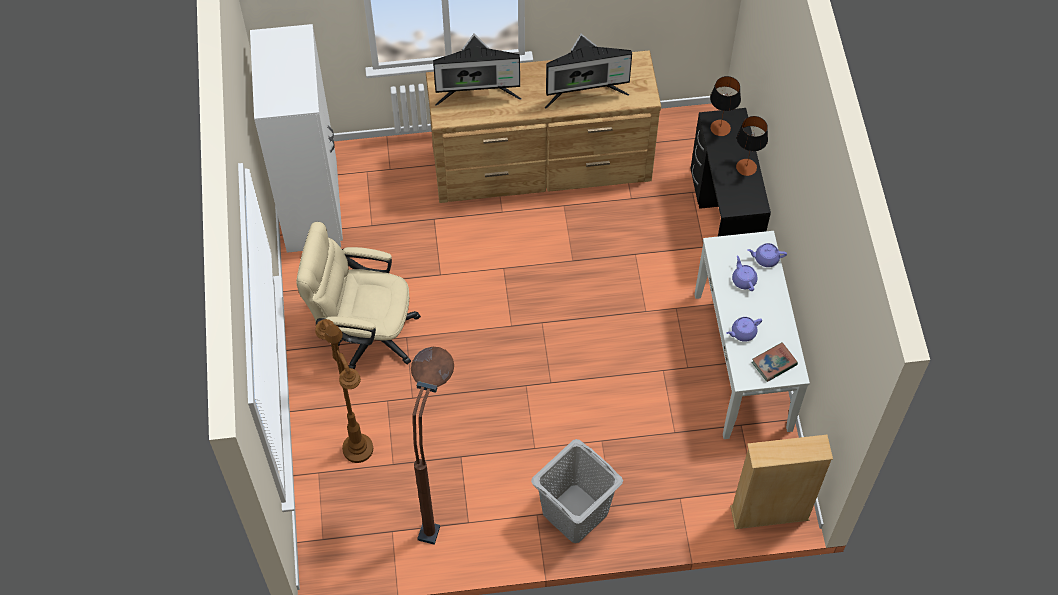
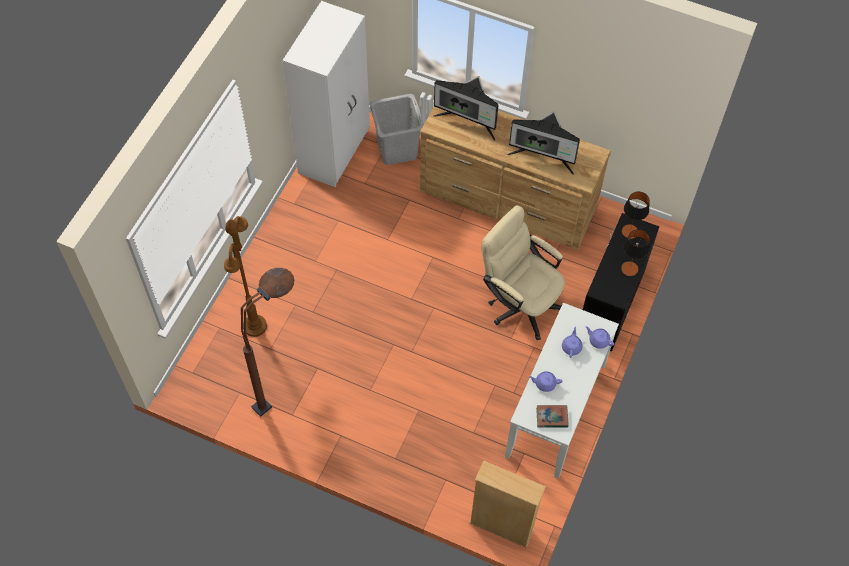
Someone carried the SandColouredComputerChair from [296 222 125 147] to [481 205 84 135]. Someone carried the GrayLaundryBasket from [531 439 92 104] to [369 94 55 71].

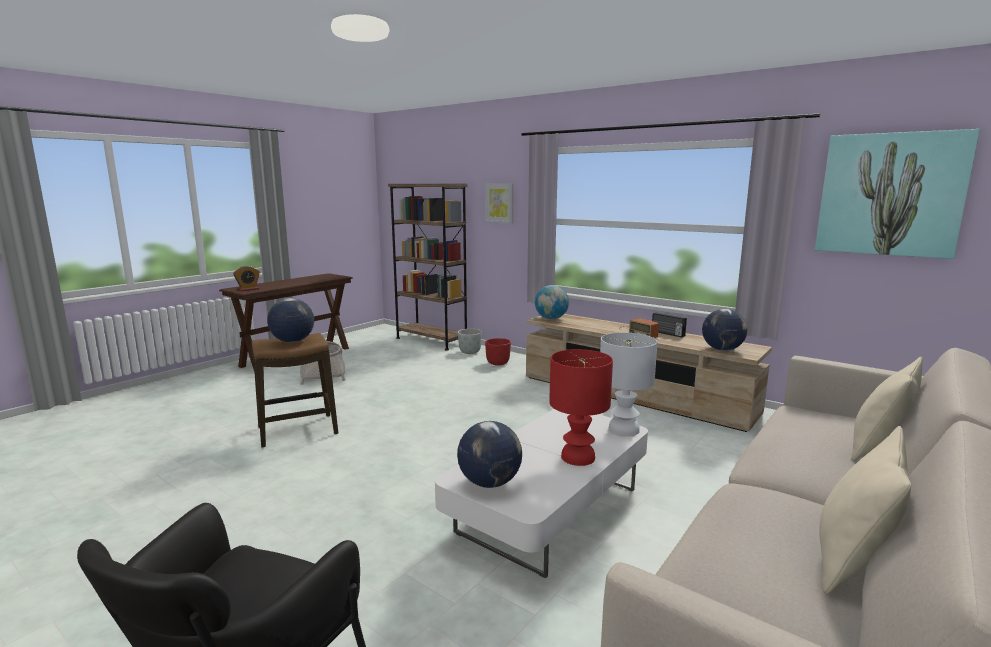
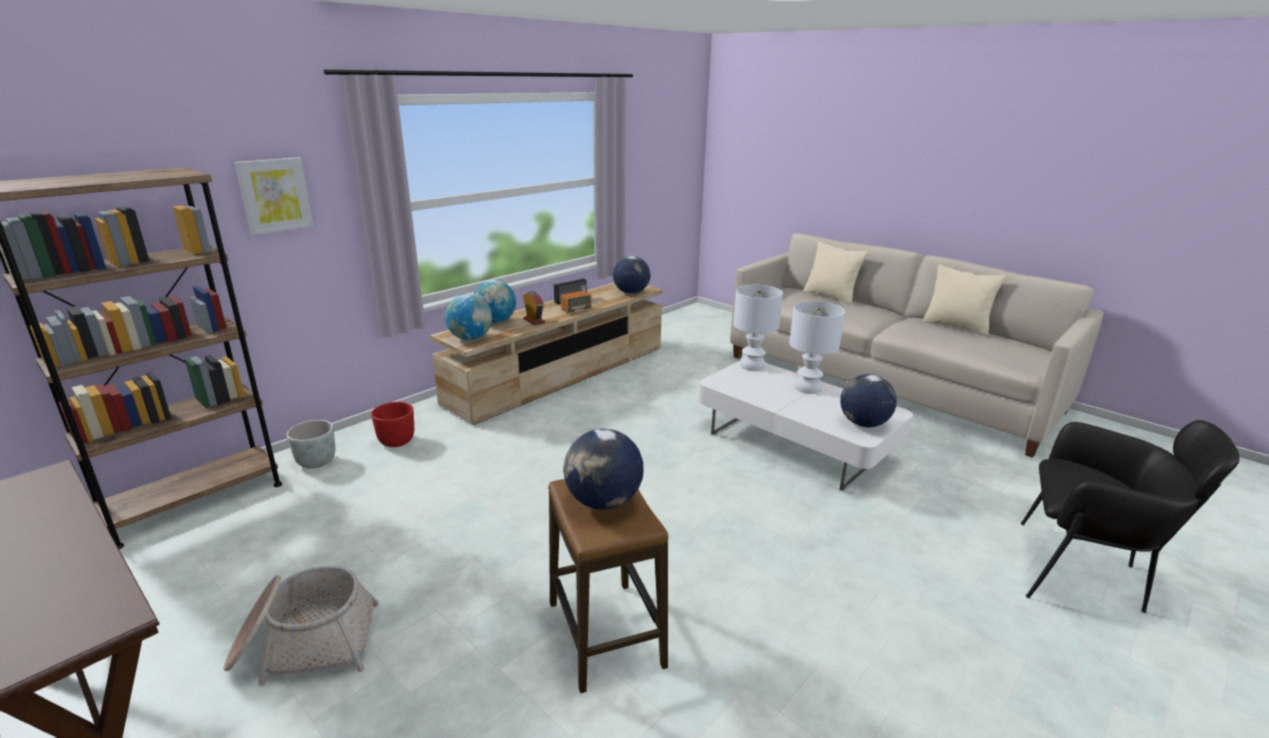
Someone took away the WallPicture at [815 129 165 130]. Someone carried the AlarmClock from [233 266 27 25] to [523 291 22 34]. Someone repainted the RedColouredLampForATable at [549 349 64 117], which became the WhiteColouredLampForATable at [789 301 56 93]. Someone put down the Globe at [473 280 43 43].

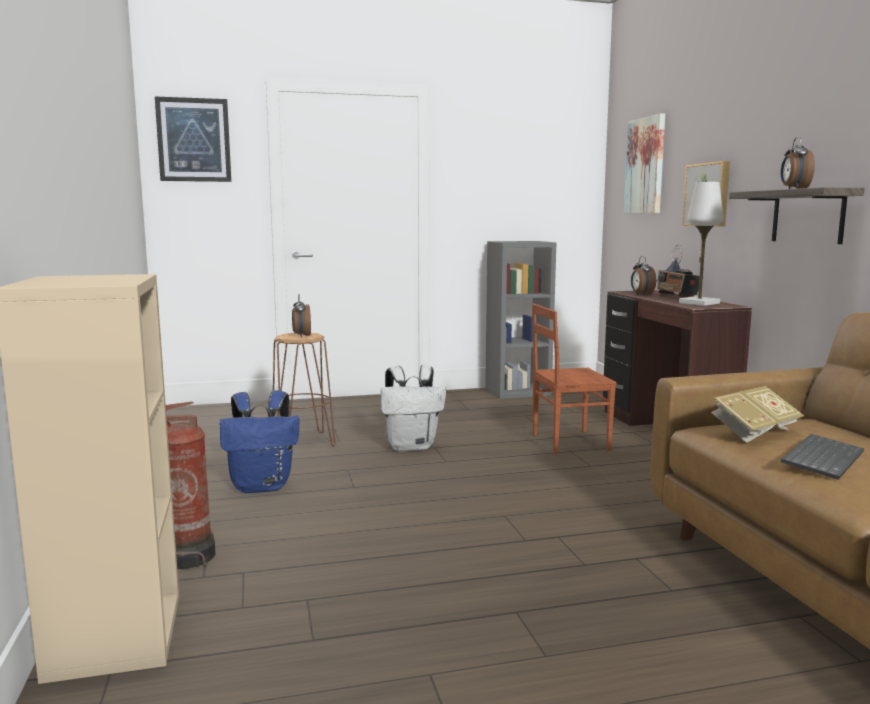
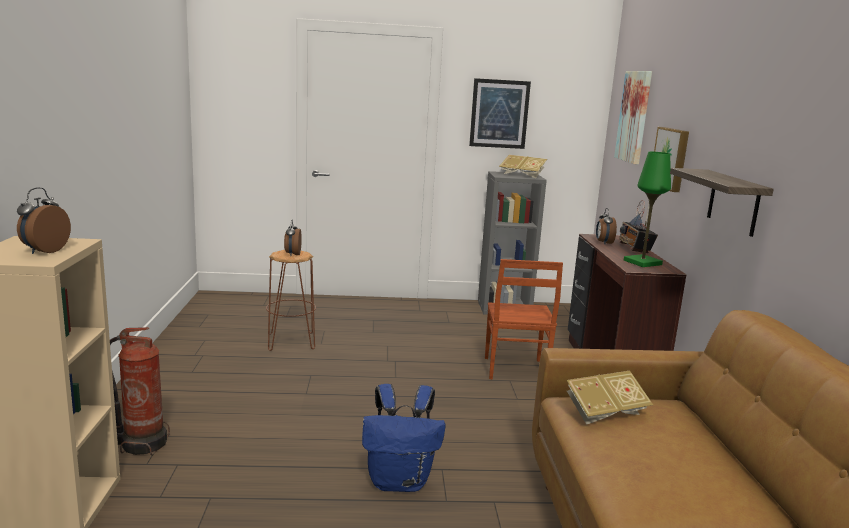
Someone carried the WallPicture from [155 97 76 85] to [469 78 62 71]. Someone carried the AlarmClock from [781 136 34 53] to [17 187 54 67]. Someone repainted the WhiteColouredLampForATable at [679 182 44 124], which became the GreenLampForATable at [624 152 47 115]. Someone rotated the BrownColouredUprightChair at [532 304 85 150] by 90 degrees counterclockwise. Someone took away the WhiteColouredRucksack at [381 365 65 86]. Someone carried the BlueColouredRucksack from [219 390 80 103] to [362 384 84 108]. Someone took away the PcKeyboard at [781 434 83 46]. Someone put down the BoundBook at [499 155 48 23].

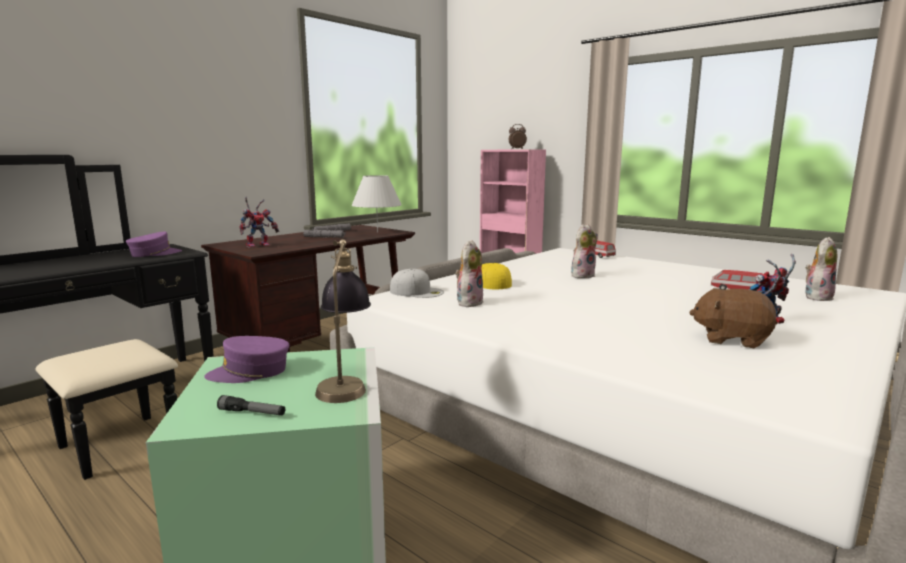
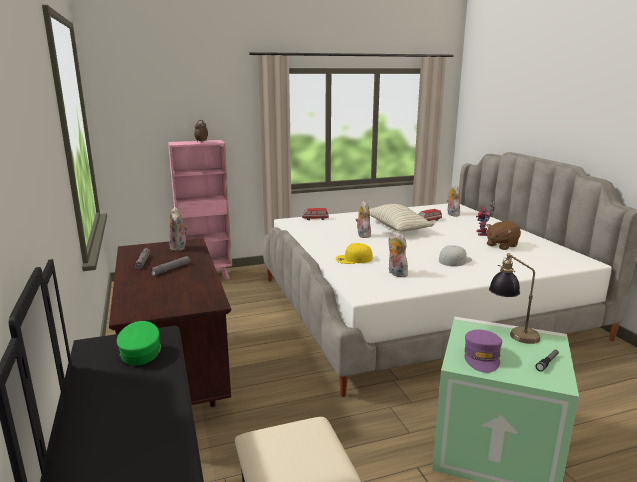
Someone swapped the WhiteColouredLampForATable at [351 175 51 57] for the SoftToy at [169 207 19 44]. Someone took away the ModelRobot at [239 197 40 51]. Someone repainted the PurplishCap at [126 232 56 25], which became the GreenCap at [117 321 44 44]. Someone carried the WhiteColouredCap from [390 269 54 29] to [439 245 33 22]. Someone put down the ThrowPillow at [369 204 65 27].

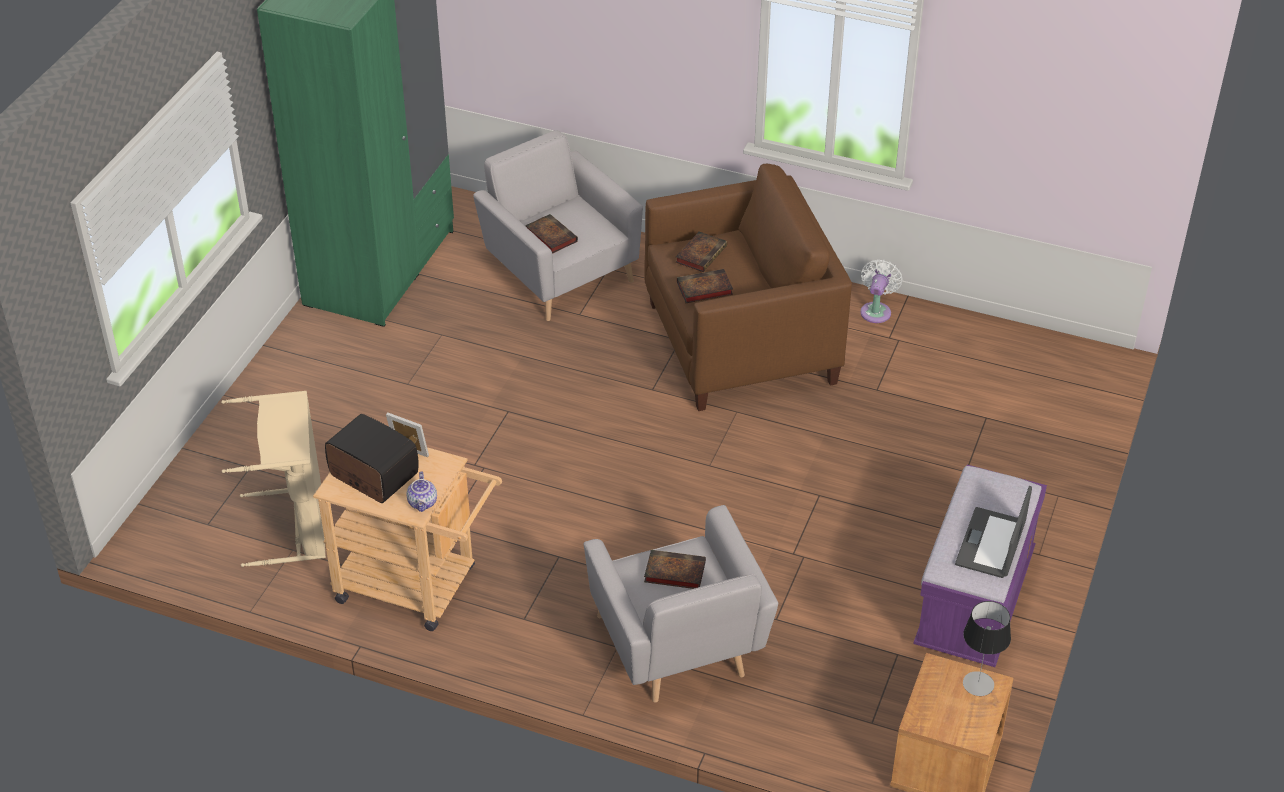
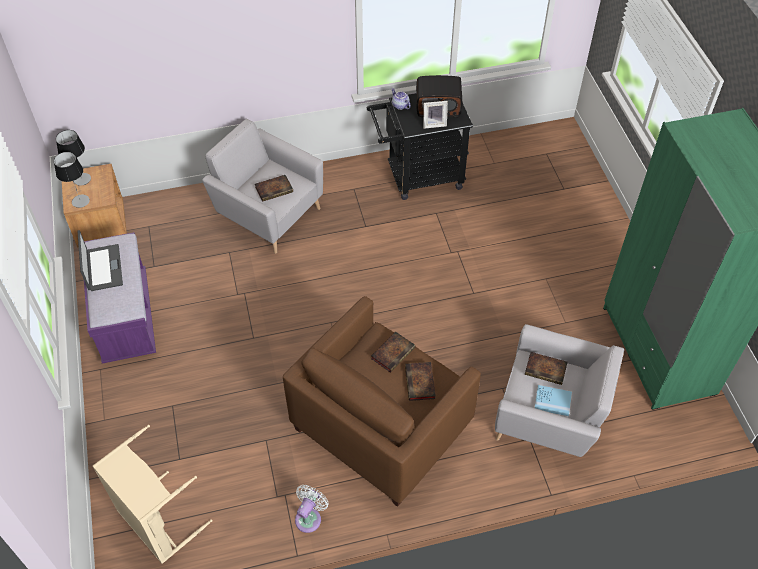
Someone rotated the WhiteColouredElectricFan at [860 259 43 64] by 135 degrees counterclockwise. Someone carried the SandColouredLaundryBasket from [221 391 105 176] to [93 425 120 139]. Someone repainted the SandColouredCart at [313 447 189 184], which became the BlackCart at [367 93 106 107]. Someone put down the LampForATable at [56 130 35 56]. Someone put down the BlueColouredBoundBook at [534 385 38 31].

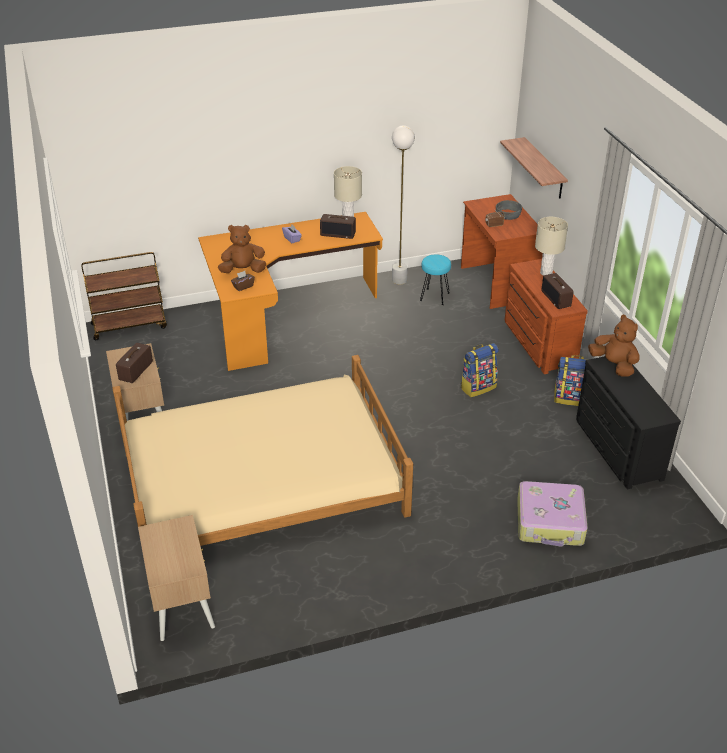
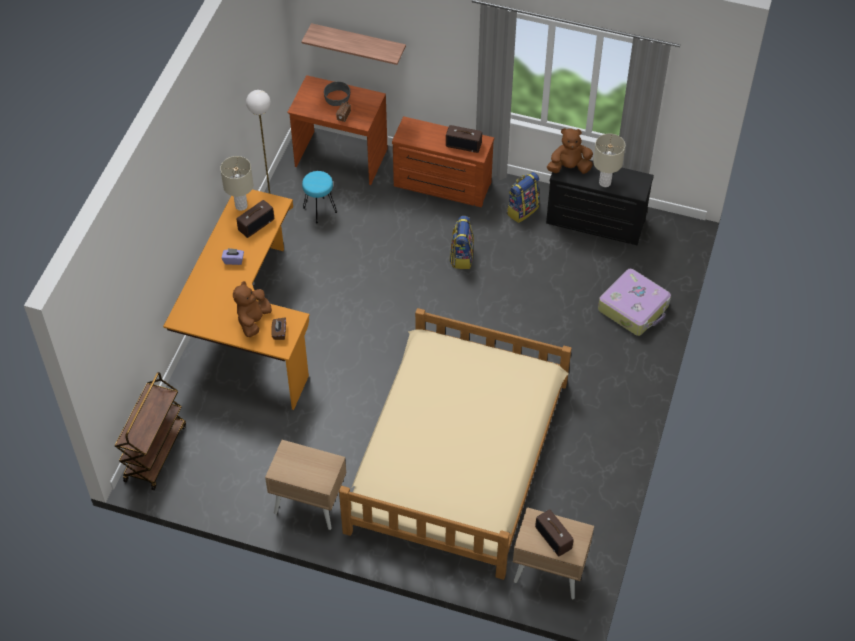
Someone carried the SandColouredLampForATable from [535 217 33 59] to [593 134 32 53]. Someone carried the Radio from [116 343 37 40] to [535 509 39 47].

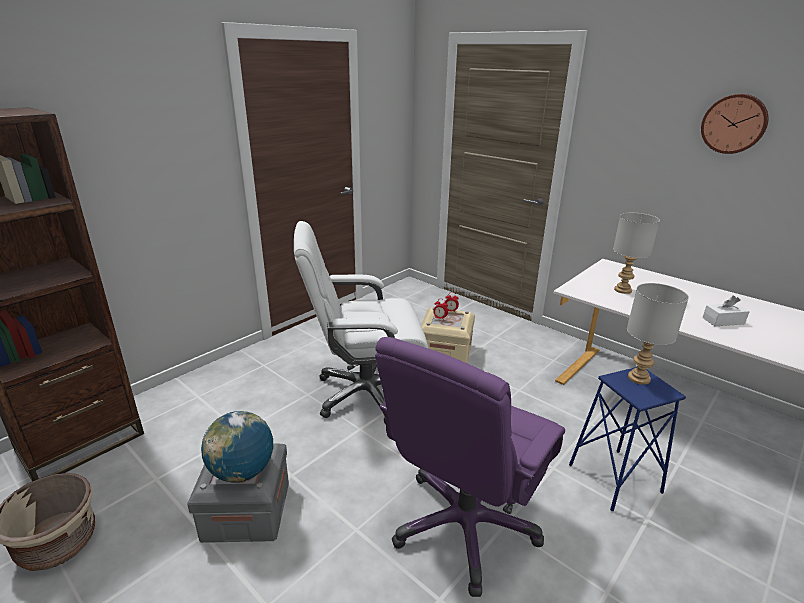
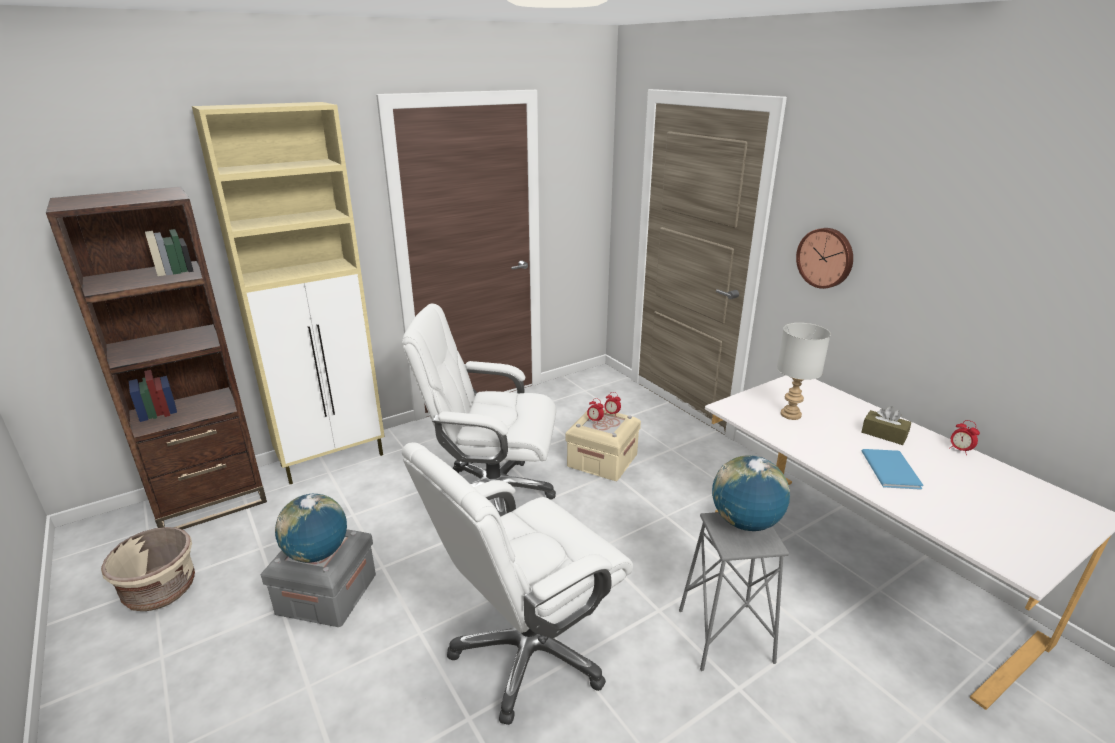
Someone carried the HangingClock from [701 94 68 60] to [796 228 57 61]. Someone swapped the GrayLampForATable at [627 283 62 102] for the Globe at [712 455 78 76]. Someone swapped the WhiteColouredTissueBox at [702 295 48 31] for the BlueColouredBoundBook at [862 449 61 41]. Someone repainted the PurplishComputerChair at [375 337 190 260], which became the WhiteColouredComputerChair at [402 442 231 283]. Someone repainted the BlueColouredStool at [569 367 117 144], which became the GrayStool at [679 512 110 159]. Someone put down the SandColouredStorageCabinet at [192 102 193 382]. Someone put down the BrownColouredTissueBox at [862 406 49 39]. Someone put down the AlarmClock at [949 420 31 33].

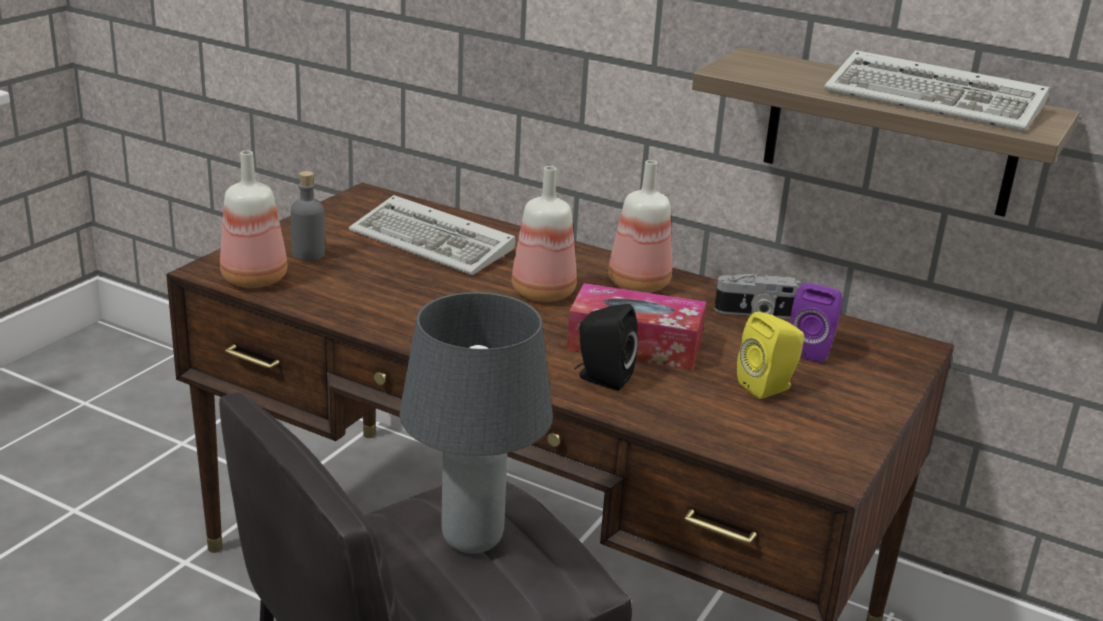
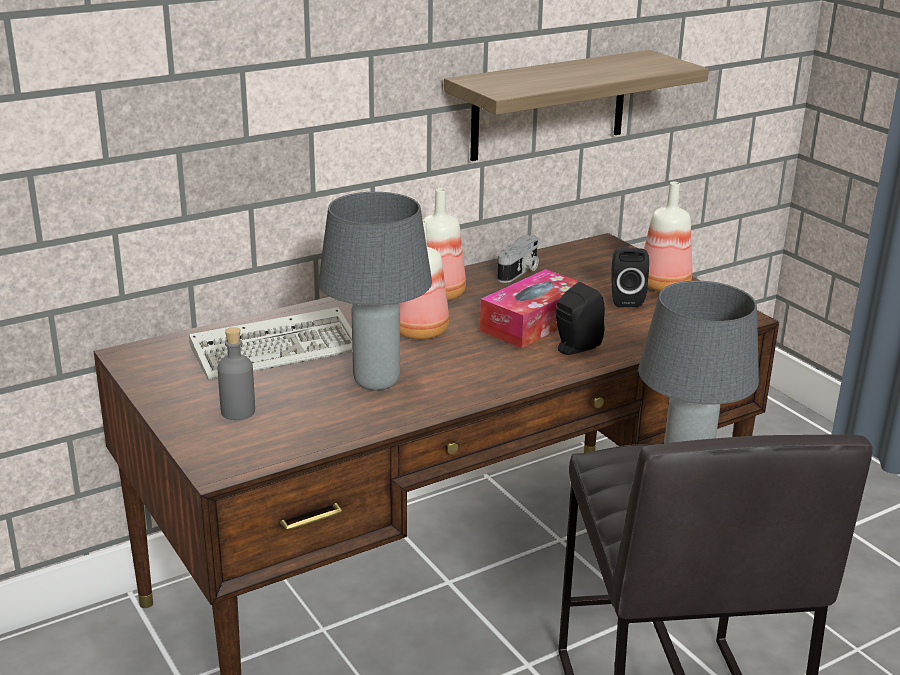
Someone took away the PcKeyboard at [824 50 225 82]. Someone carried the DrinkBottle from [220 151 67 137] to [644 182 48 109]. Someone took away the PurplishAudioSpeaker at [790 283 52 80]. Someone repainted the YellowColouredAudioSpeaker at [737 312 67 87], which became the BlackAudioSpeaker at [611 248 38 59]. Someone put down the GrayLampForATable at [318 192 114 198].

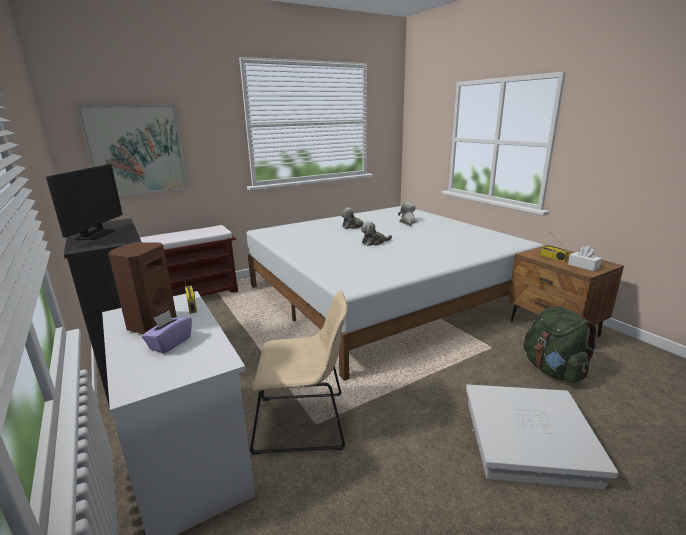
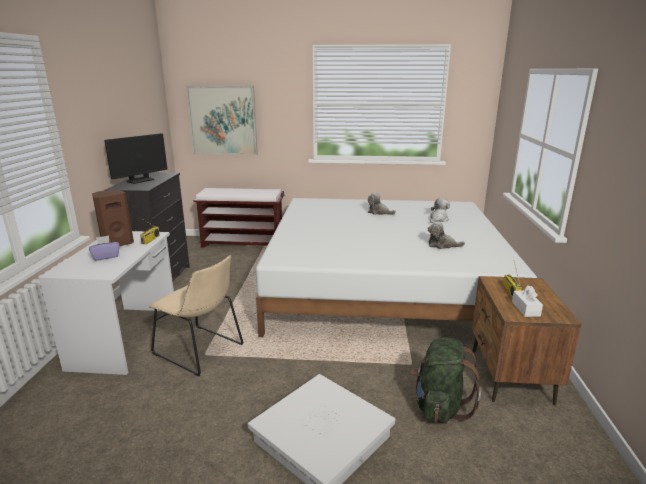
Someone carried the SoftToy from [361 221 31 25] to [428 221 37 28].

